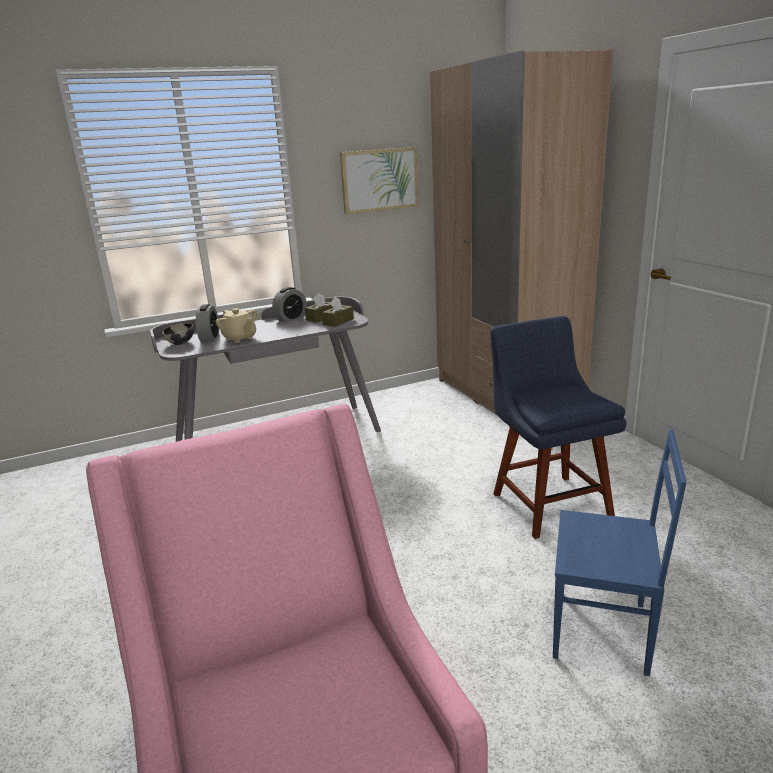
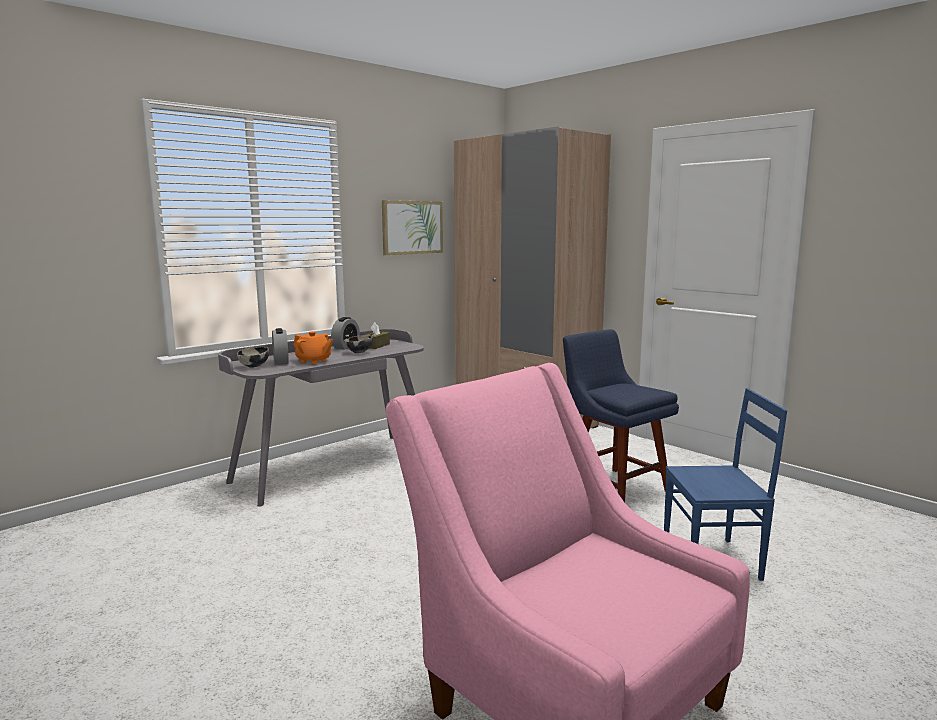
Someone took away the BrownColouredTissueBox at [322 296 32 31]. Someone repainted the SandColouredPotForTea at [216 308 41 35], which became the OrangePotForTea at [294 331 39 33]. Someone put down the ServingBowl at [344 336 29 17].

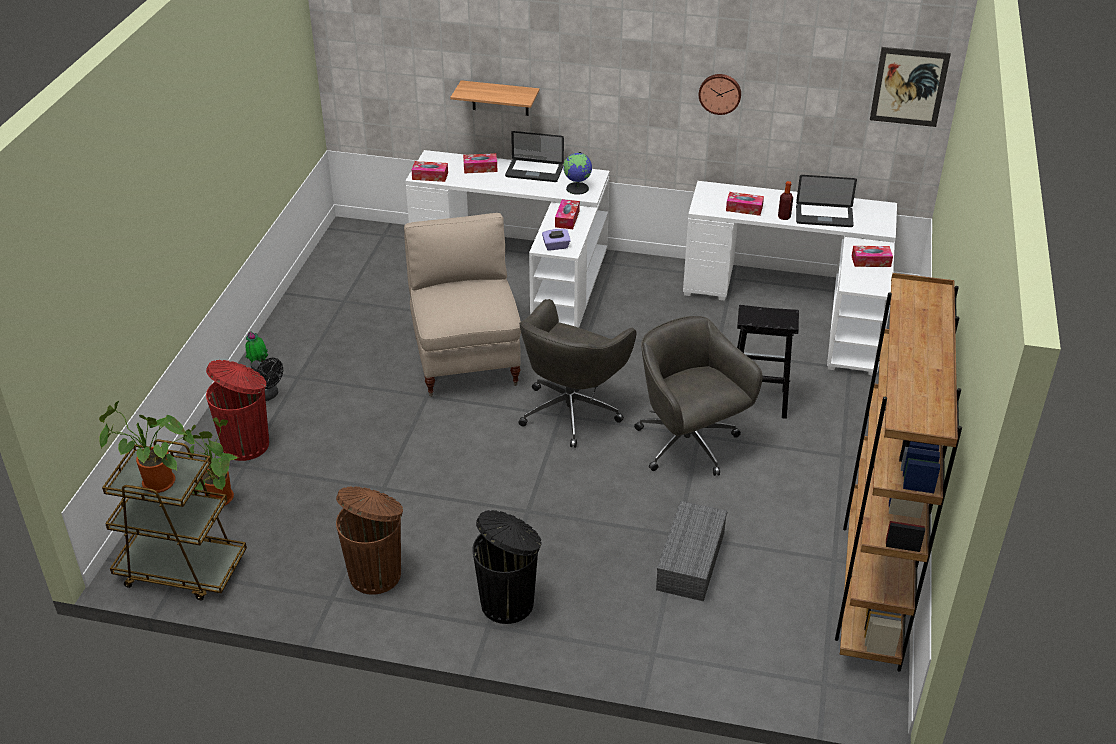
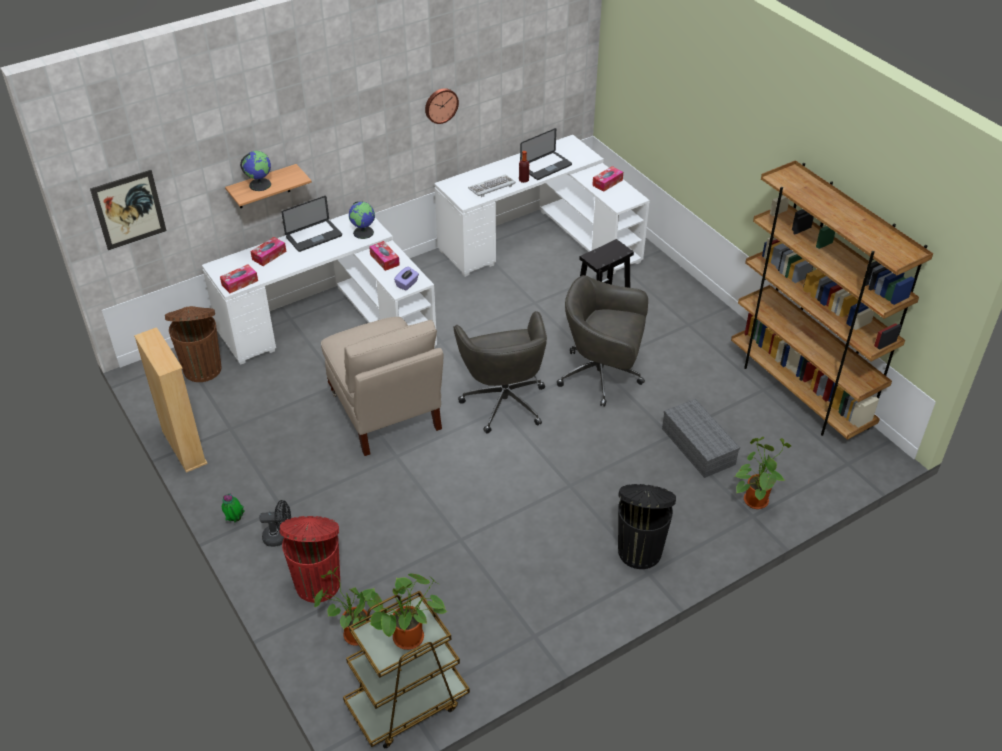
Someone carried the WallPicture from [870 47 81 80] to [90 170 77 80]. Someone swapped the TissueBox at [726 192 38 24] for the PcKeyboard at [468 174 48 23]. Someone rotated the SandColouredUprightChair at [404 213 117 184] by 150 degrees counterclockwise. Someone carried the BrownColouredRubbishBin from [336 486 67 109] to [165 306 56 76]. Someone put down the Globe at [240 151 31 40]. Someone put down the SandColouredBookshelf at [134 327 74 146]. Someone put down the Houseplant at [735 437 56 72].

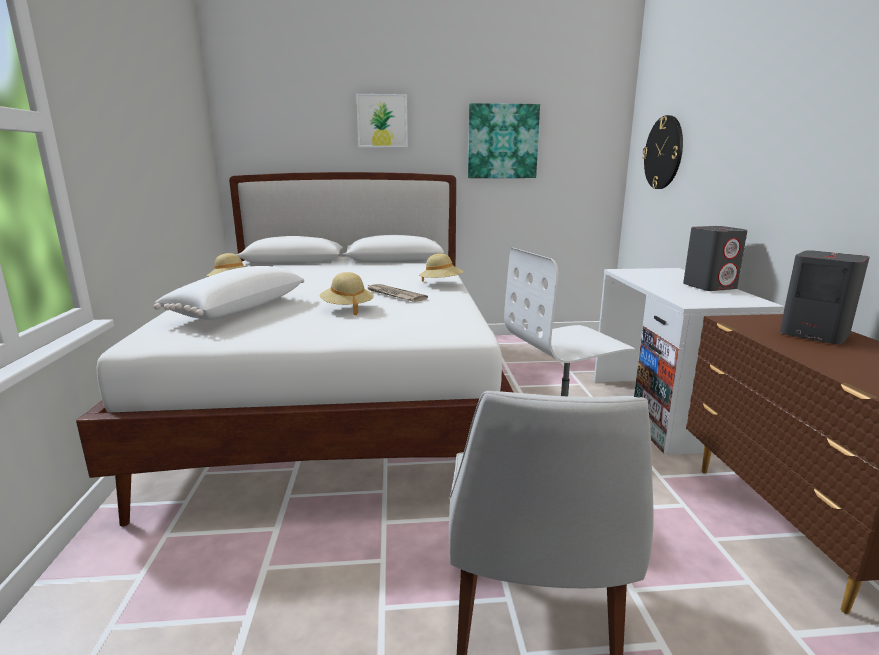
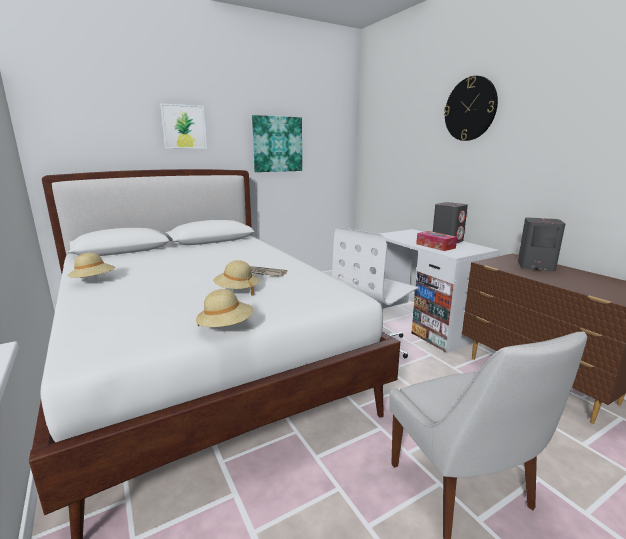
Someone carried the HangingClock from [642 115 41 74] to [444 76 54 65]. Someone carried the SandColouredClothingHat from [419 253 44 29] to [196 289 57 38]. Someone took away the WhiteColouredThrowPillow at [154 266 150 54]. Someone put down the TissueBox at [416 231 41 20].

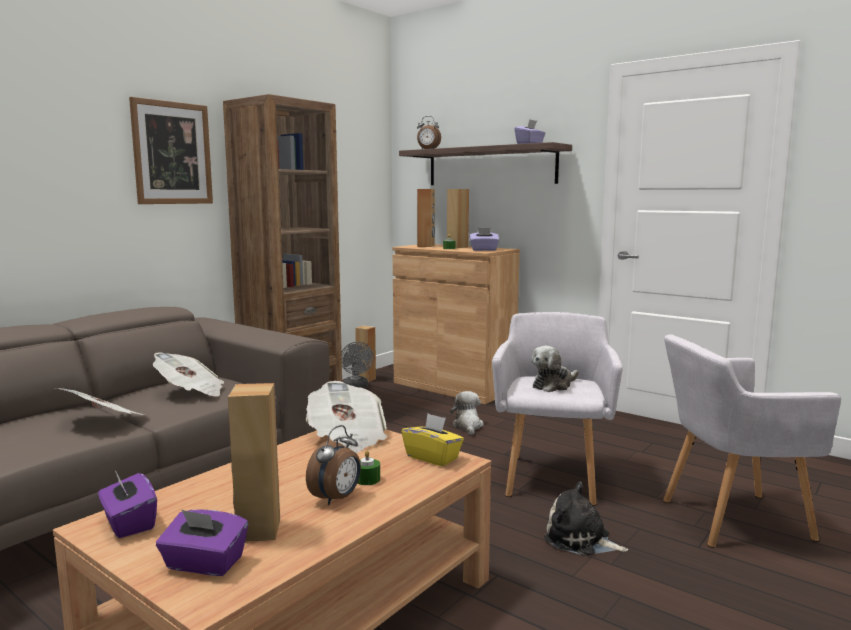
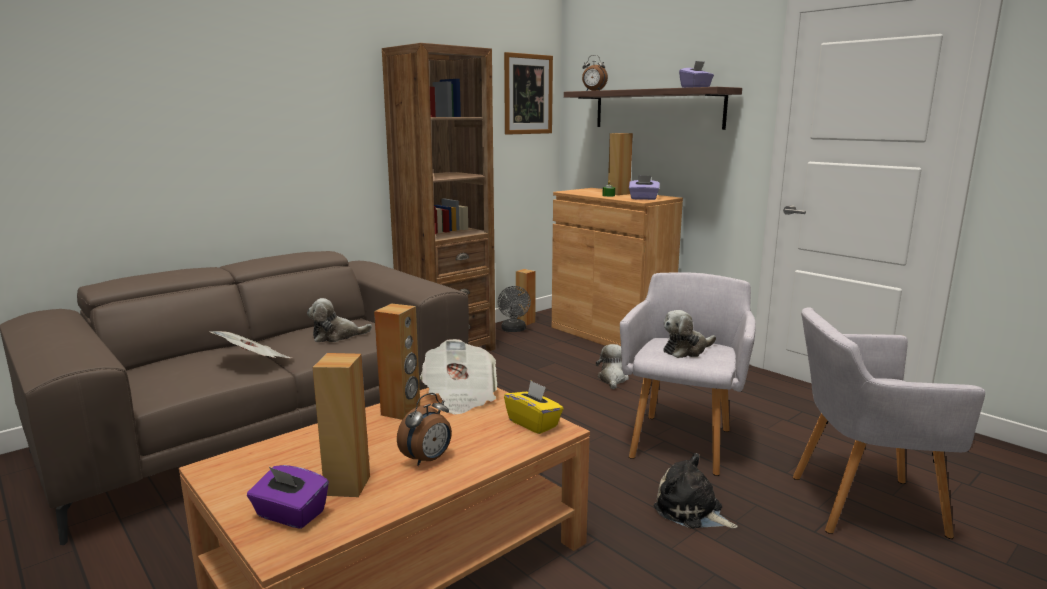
Someone carried the WallPicture from [129 97 84 107] to [504 52 49 83]. Someone carried the BrownColouredAudioSpeaker from [417 189 18 58] to [374 303 46 117]. Someone swapped the DailyPaper at [153 352 71 44] for the SoftToy at [307 298 65 44]. Someone took away the GreenWaxLight at [357 450 23 35]. Someone took away the PurplishTissueBox at [98 470 59 68].

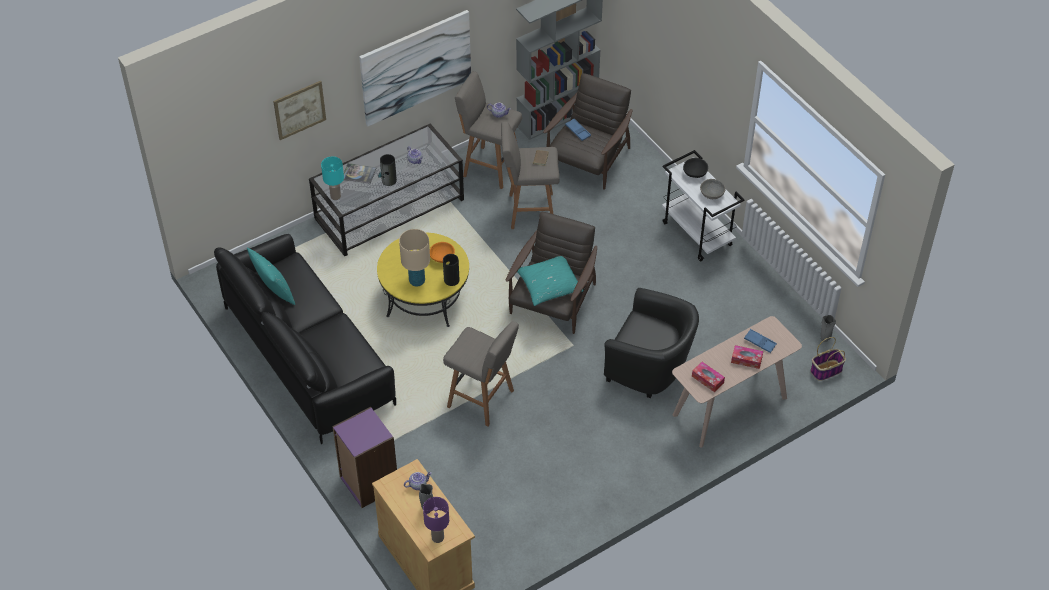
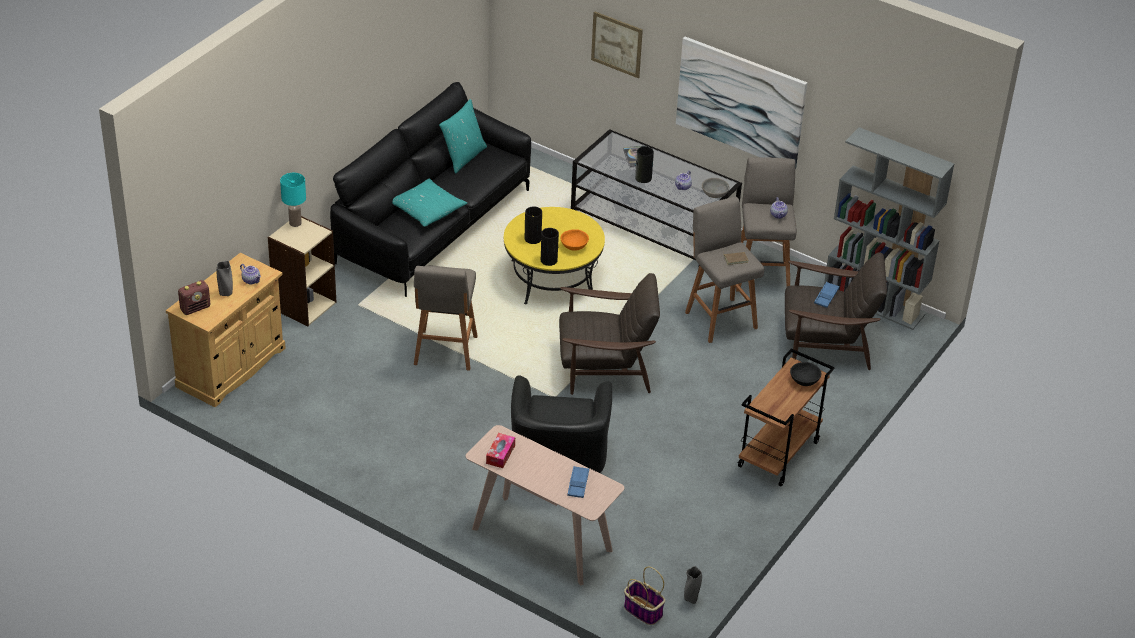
Someone repainted the WhiteColouredCart at [662 150 82 112], which became the BrownColouredCart at [737 349 98 137]. Someone carried the TurquoiseColouredLampForATable from [321 156 23 44] to [280 173 26 54]. Someone carried the GrayServingBowl from [700 179 26 20] to [702 178 28 20]. Someone swapped the SandColouredLampForATable at [399 229 31 58] for the FlowerVase at [525 207 17 37]. Someone carried the TurquoiseColouredThrowPillow from [517 256 67 50] to [392 179 75 48]. Someone took away the TissueBox at [731 345 32 24]. Someone repainted the PurplishBookshelf at [332 407 65 101], which became the SandColouredBookshelf at [268 216 69 110]. Someone swapped the PurplishLampForATable at [423 497 26 46] for the Radio at [178 280 32 35].

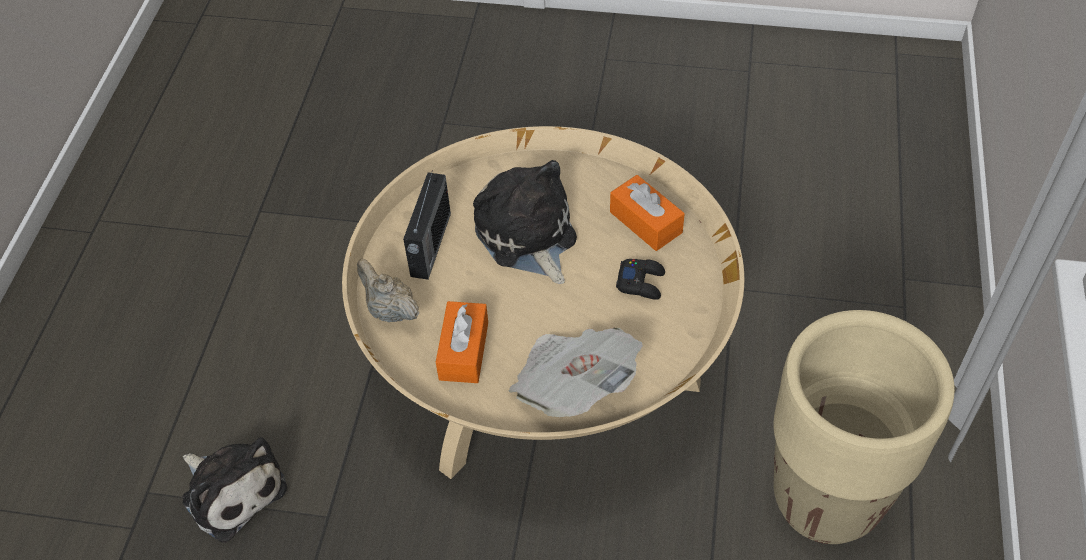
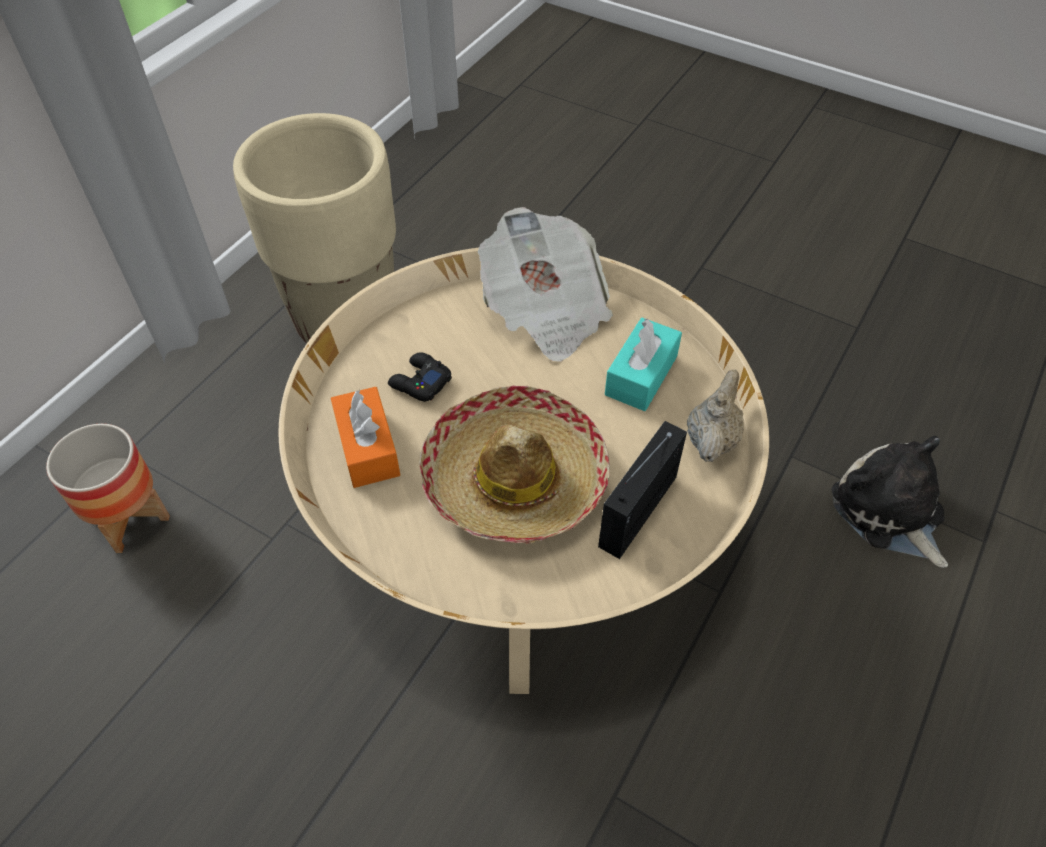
Someone swapped the SoftToy at [473 160 104 124] for the ClothingHat at [419 386 191 158]. Someone rotated the SandColouredPotForTea at [357 259 62 63] by 135 degrees counterclockwise. Someone repainted the OrangeTissueBox at [436 301 52 82], which became the TurquoiseColouredTissueBox at [605 318 77 93]. Someone put down the PlantPot at [46 424 124 129].

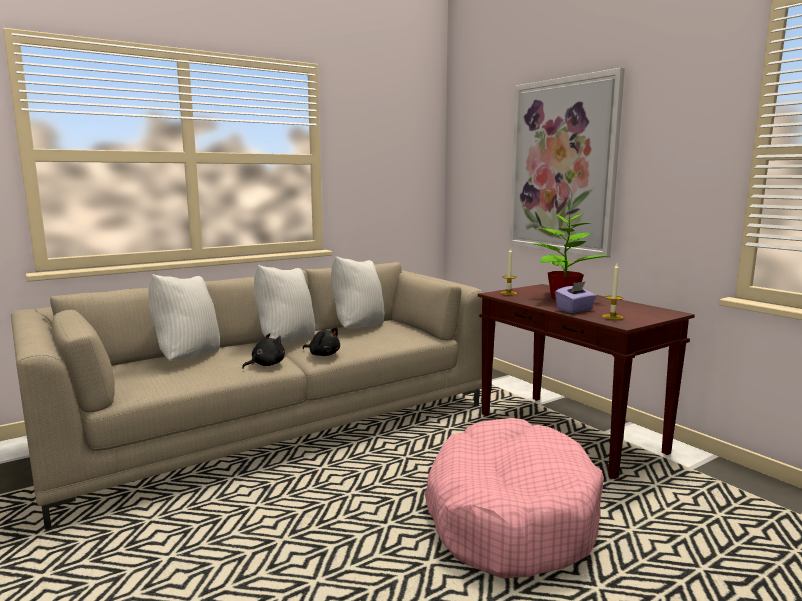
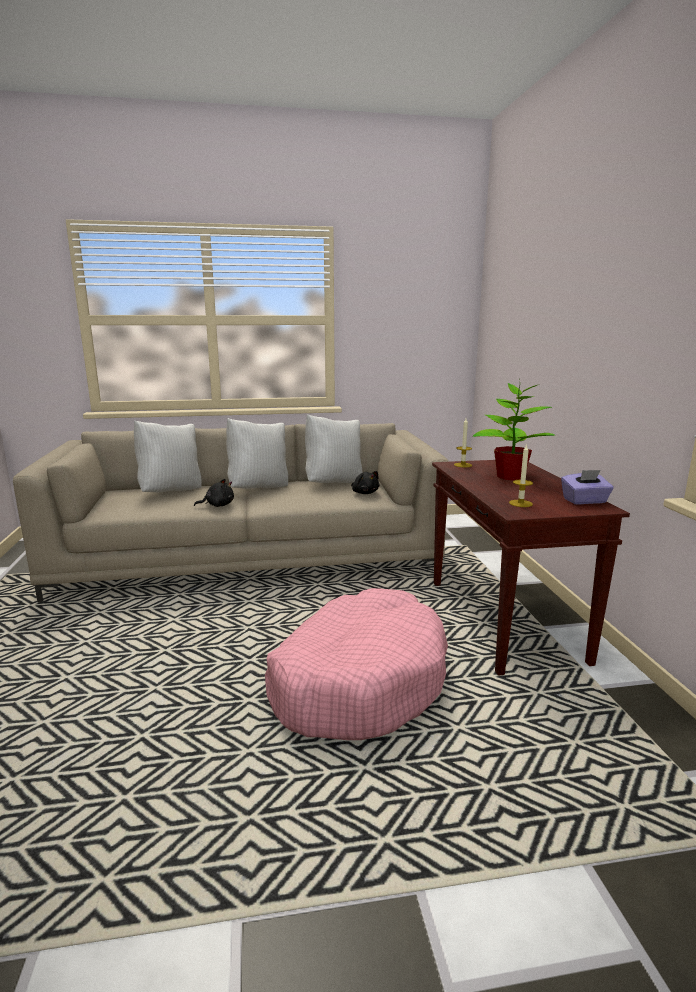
Someone took away the WallPicture at [509 68 116 190]. Someone carried the PurplishTissueBox from [555 281 42 32] to [561 470 53 34]. Someone carried the BlackSoftToy from [303 328 37 28] to [351 471 28 23].

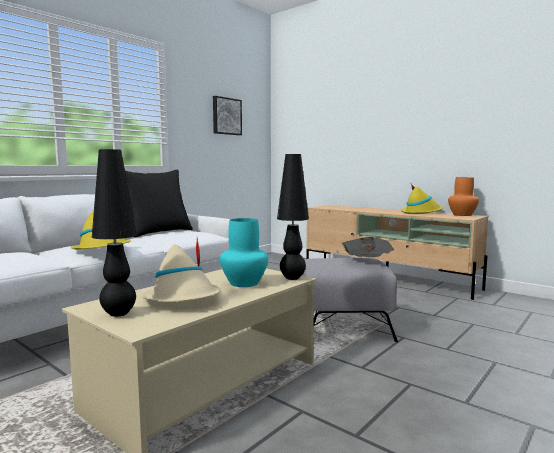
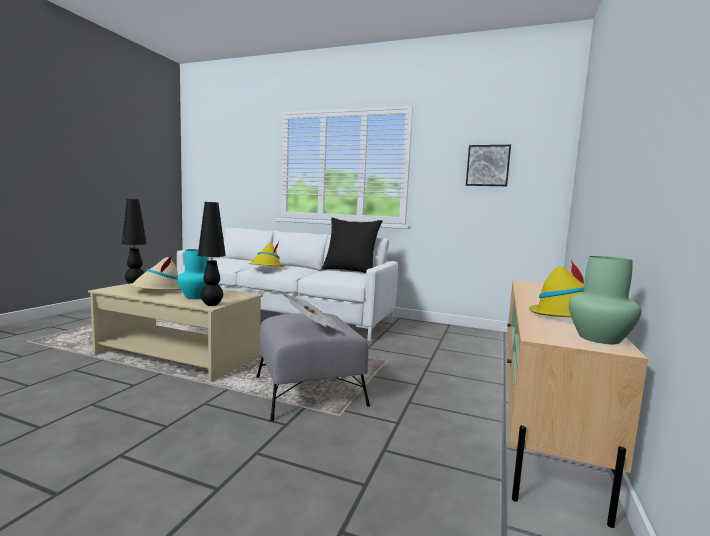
Someone repainted the OrangeFlowerVase at [448 177 31 39], which became the GreenFlowerVase at [569 256 73 88].

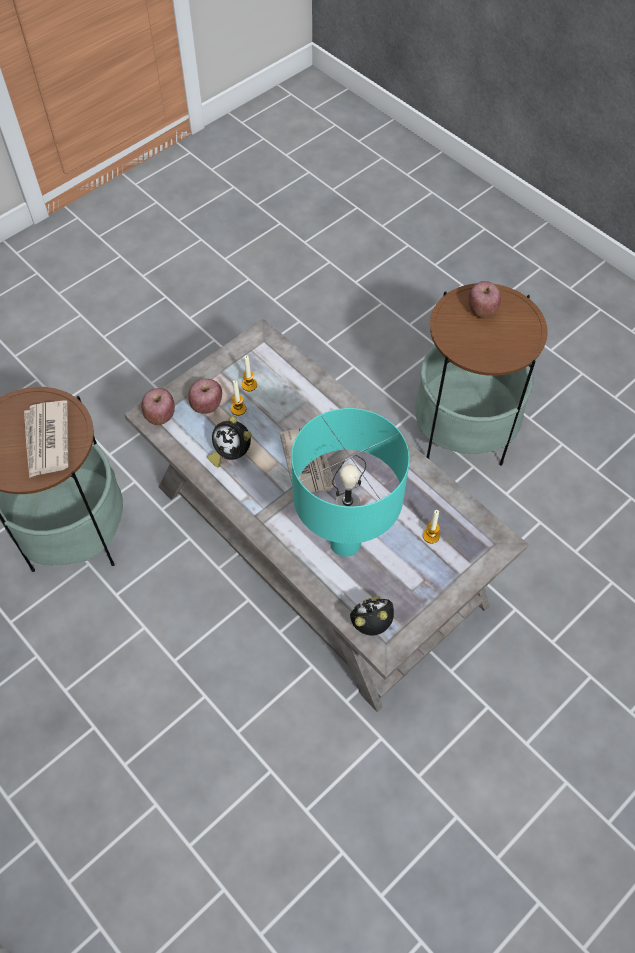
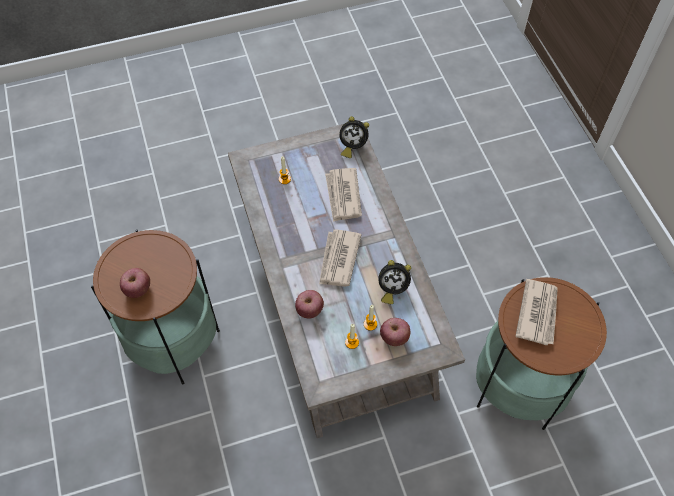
Someone carried the WholeApple from [141 388 34 37] to [295 290 29 29]. Someone swapped the TurquoiseColouredLampForATable at [291 408 119 149] for the DailyPaper at [325 168 37 54]. Someone rotated the AlarmClock at [207 416 45 51] by 120 degrees clockwise.

